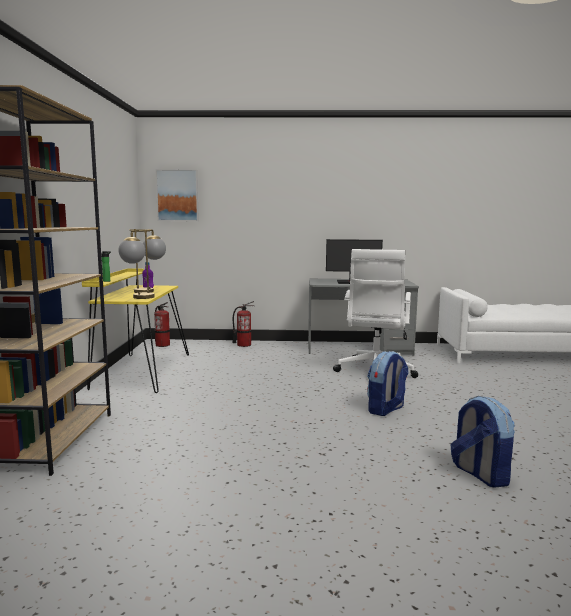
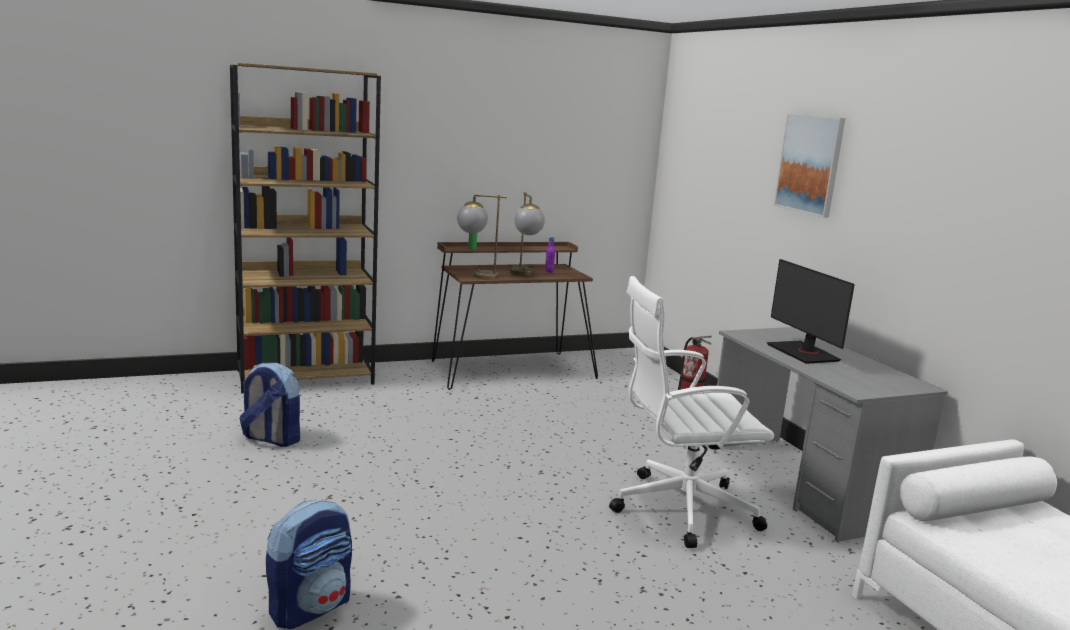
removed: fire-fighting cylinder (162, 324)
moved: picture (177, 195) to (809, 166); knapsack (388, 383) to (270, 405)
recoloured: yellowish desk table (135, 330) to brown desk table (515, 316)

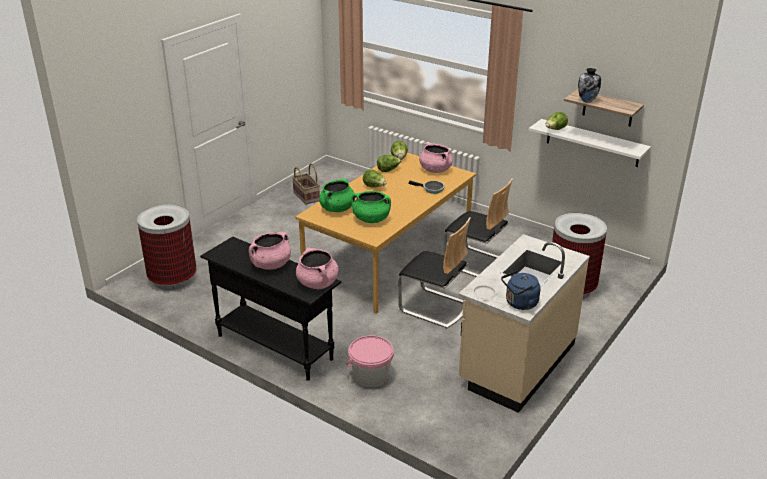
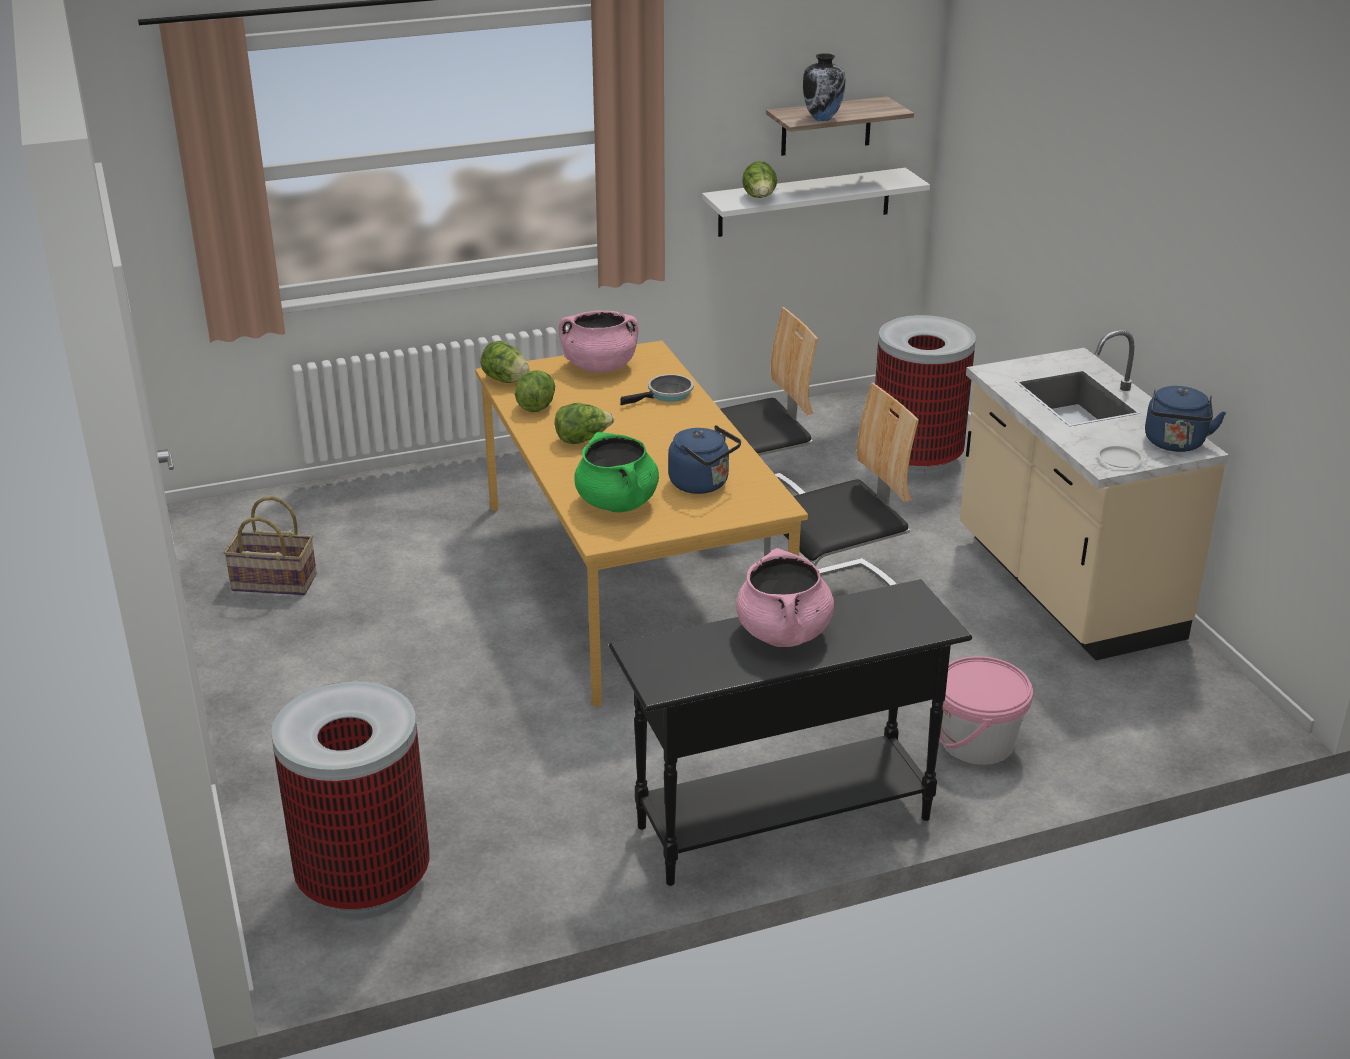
removed: pinkish saucepot (317, 268)
replaced: green saucepot (371, 207) to blue kettle (704, 459)

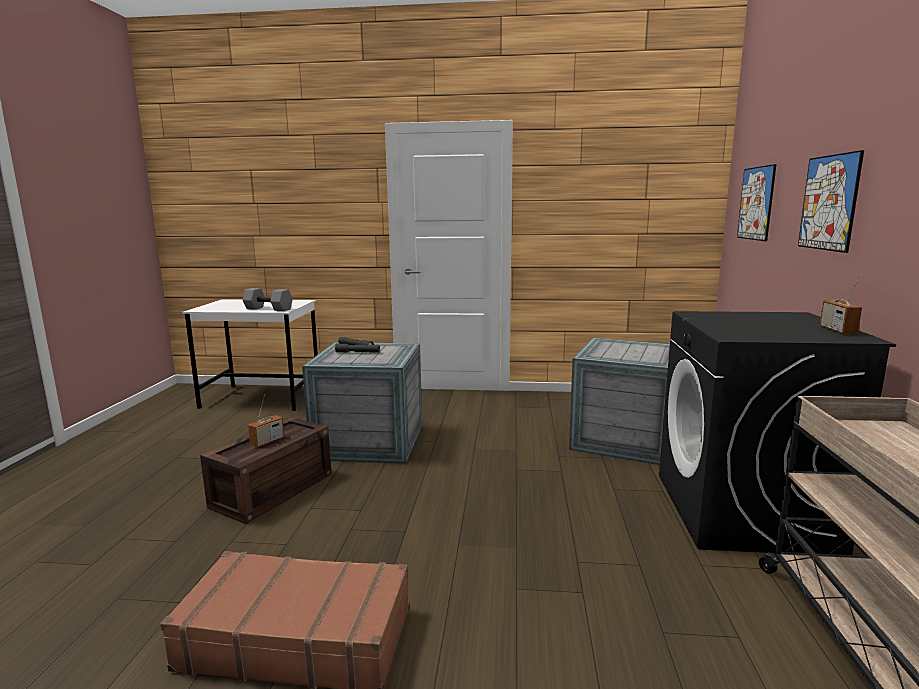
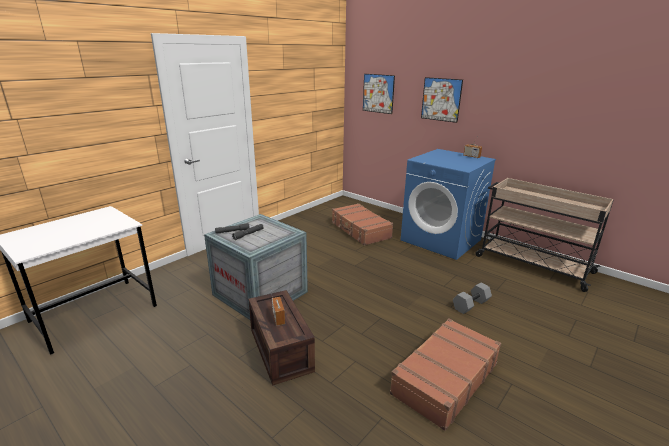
moved: grey hand weight (268, 299) to (472, 298)
replaced: crate (619, 401) to brown piece of luggage (362, 224)
recoloured: black-coloured laundry machine (777, 433) to blue laundry machine (448, 204)

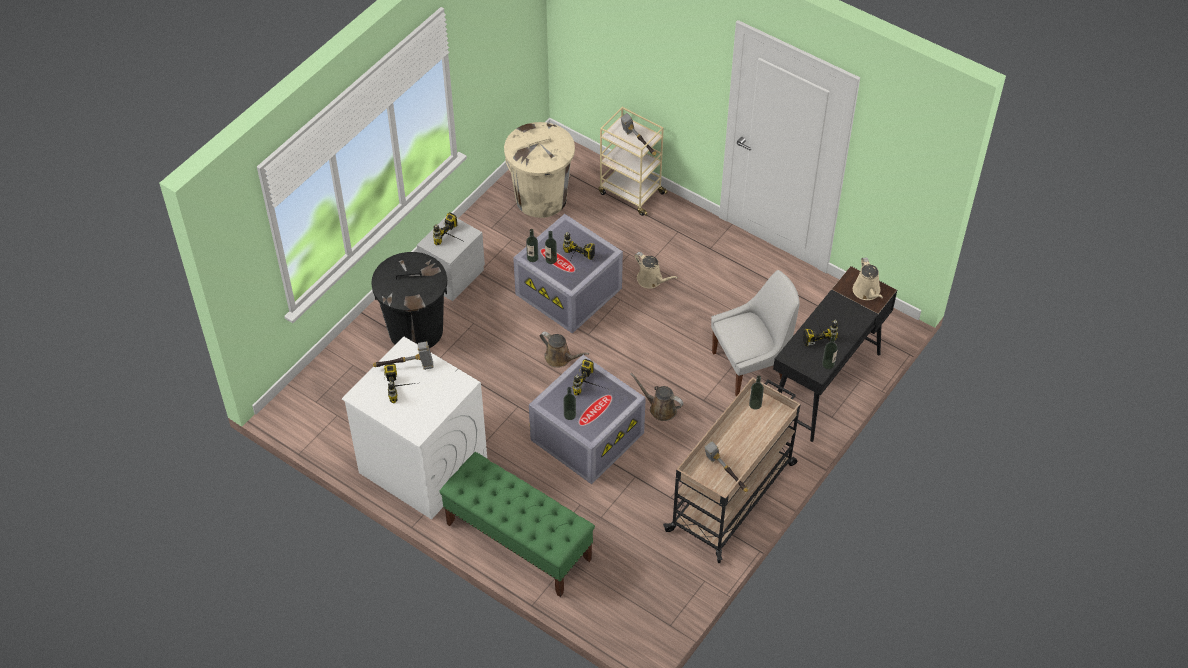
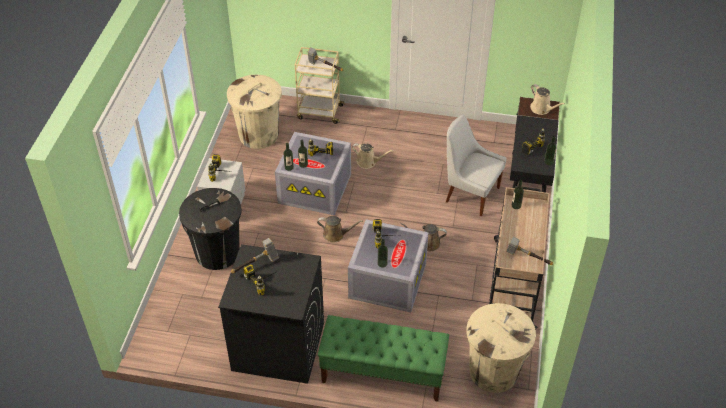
added: beige-coloured trash can (501, 348)
recoloured: white-coloured laundry machine (414, 428) to black-coloured laundry machine (271, 314)
turned: white-coloured plain chair (755, 333) = (476, 165) 105 degrees counterclockwise

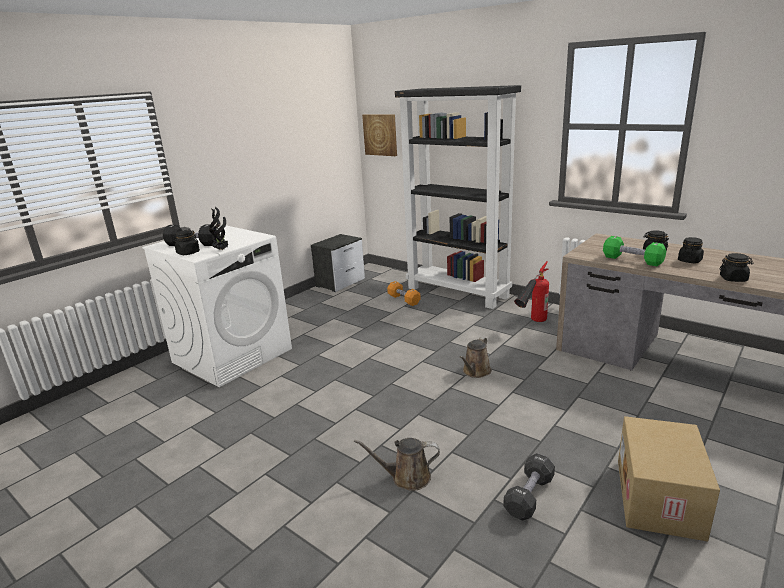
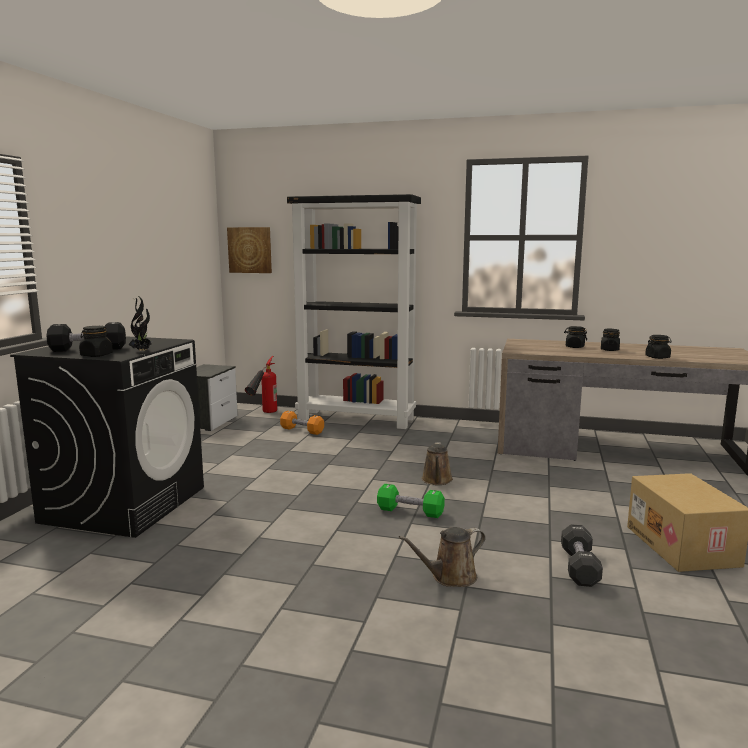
moved: fire-fighting cylinder (531, 291) to (261, 384); green hand weight (634, 251) to (411, 501)
recoloured: white-coloured laundry machine (217, 306) to black-coloured laundry machine (107, 437)

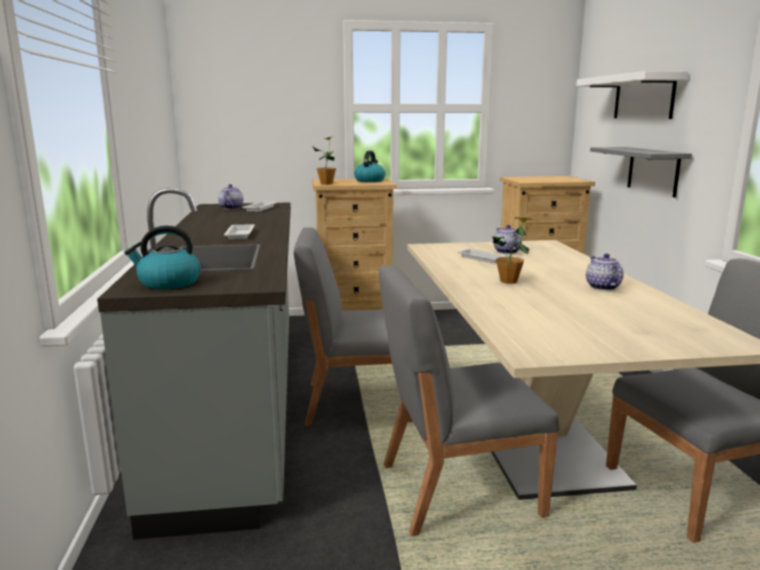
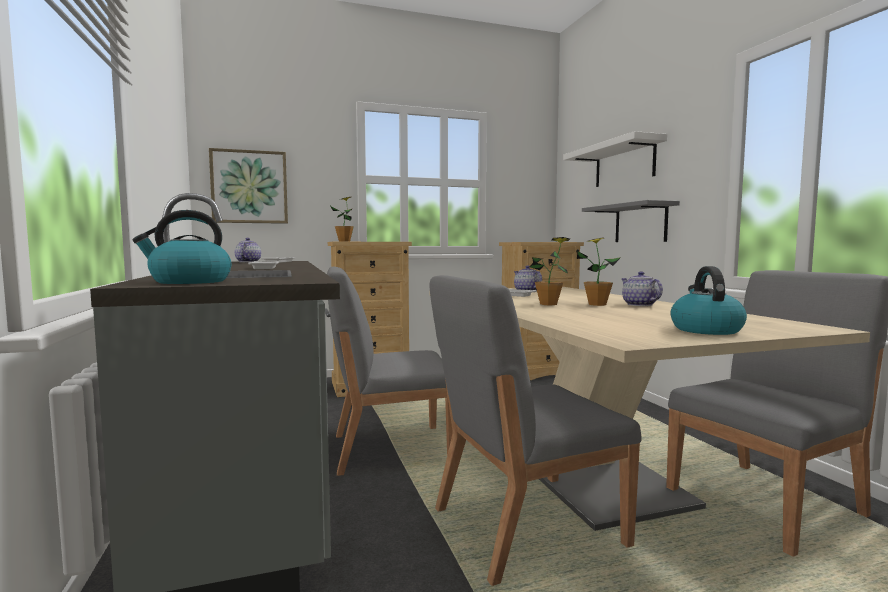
added: picture (248, 186); plant in a pot (599, 272)
moved: kettle (369, 166) to (708, 300)

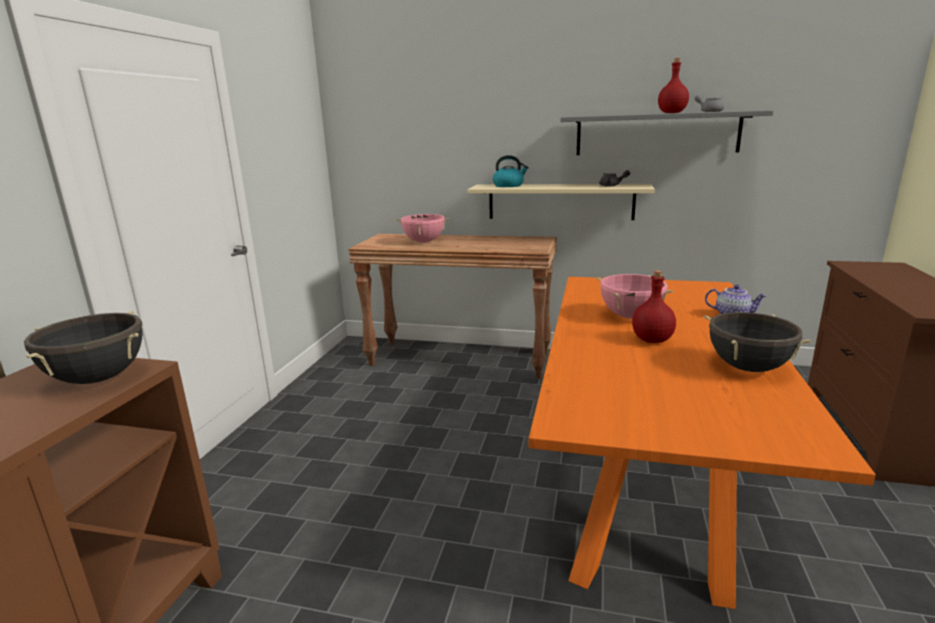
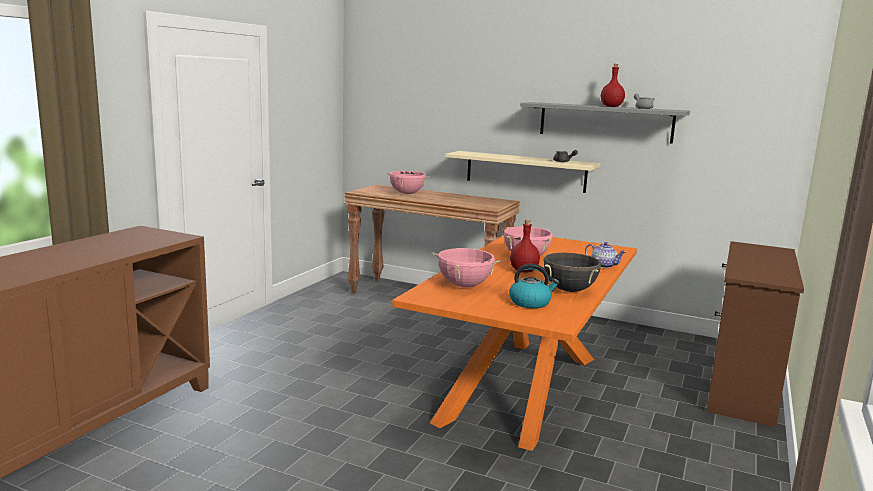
removed: black-coloured saucepot (83, 347)
added: pinkish saucepot (466, 267)
moved: kettle (511, 171) to (534, 286)

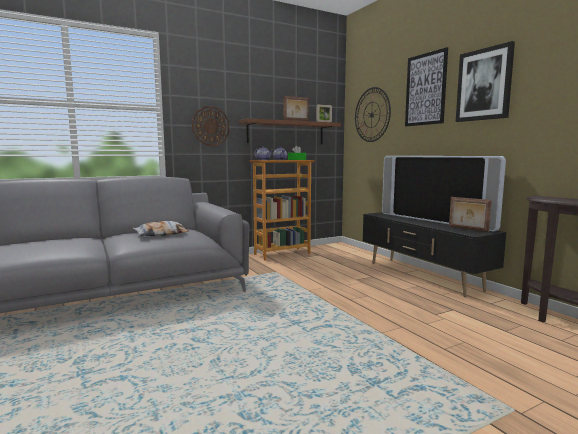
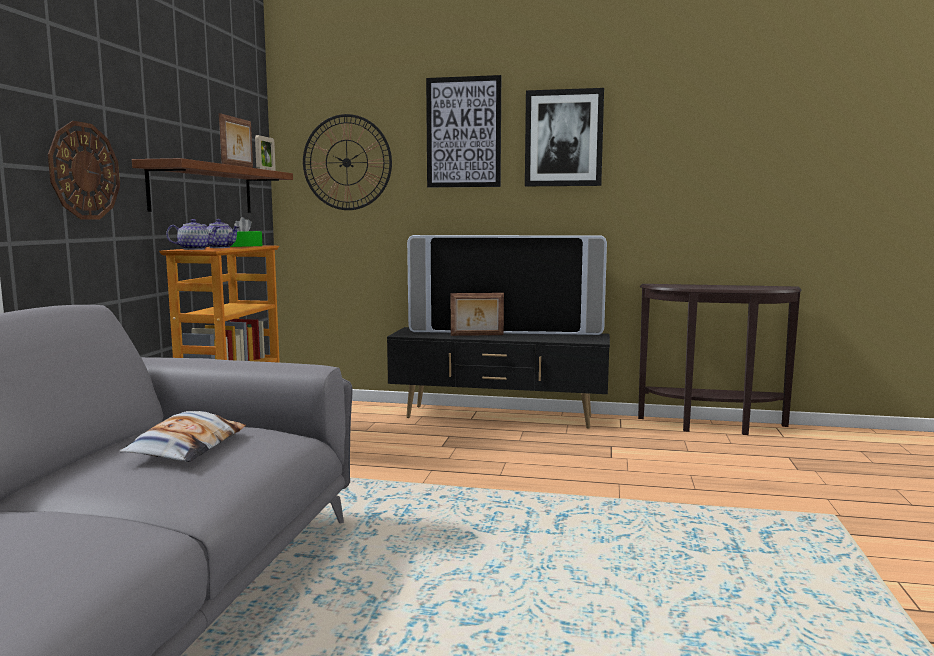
moved: picture frame (470, 214) to (477, 314)

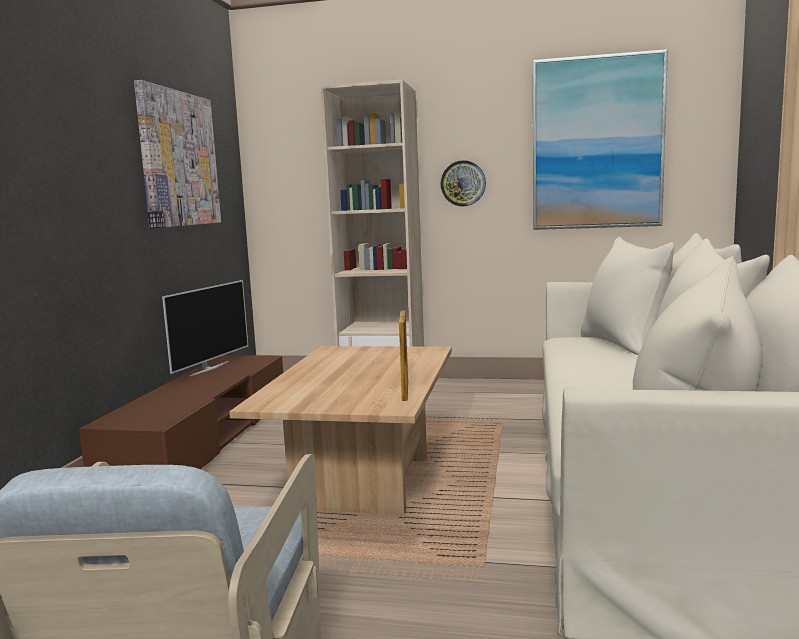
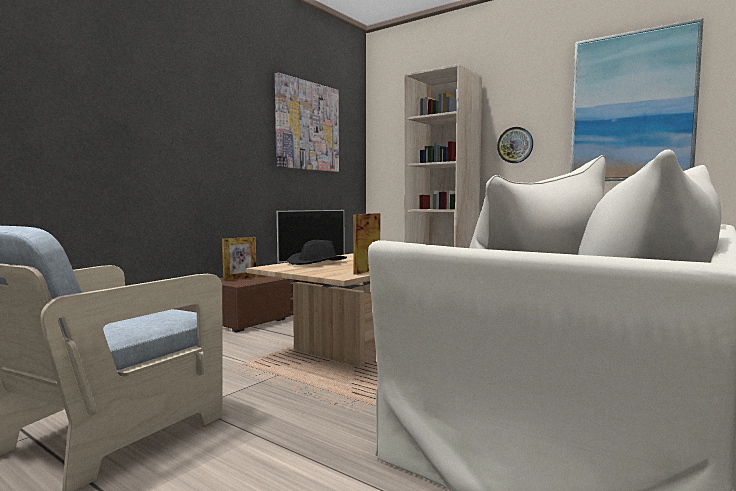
added: picture frame (239, 259); black-coloured wearable hat (317, 252)

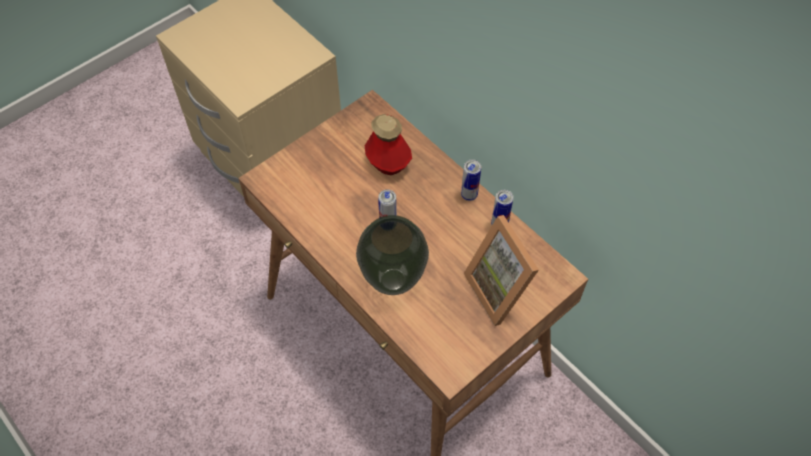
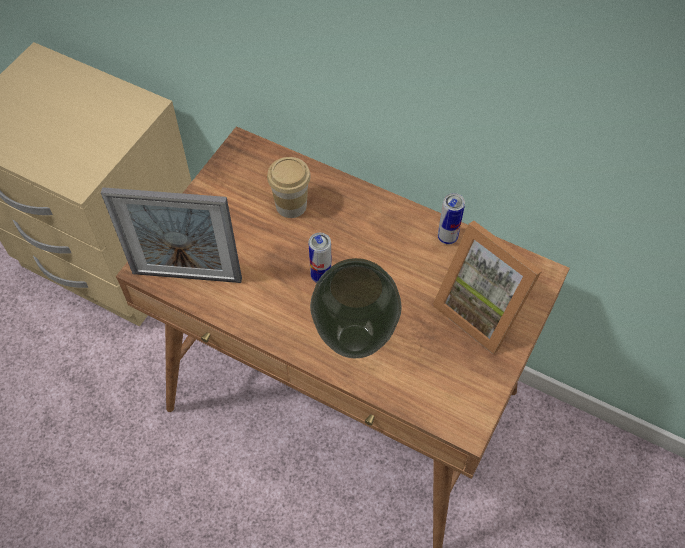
removed: can (471, 180)
added: picture frame (171, 235)
replaced: drink bottle (388, 144) to drinking cup (289, 187)

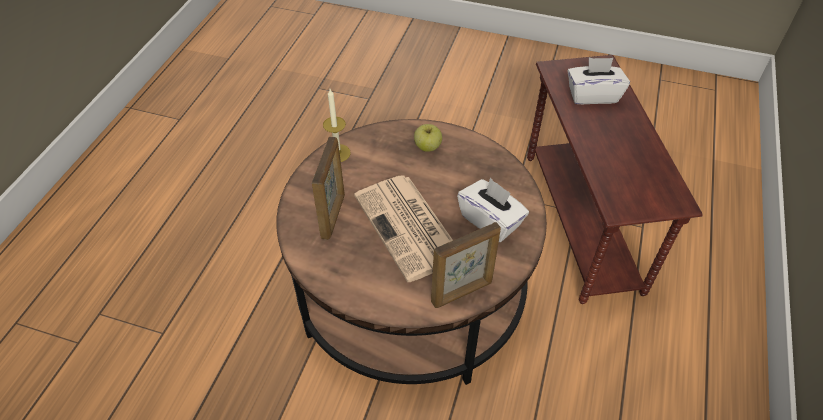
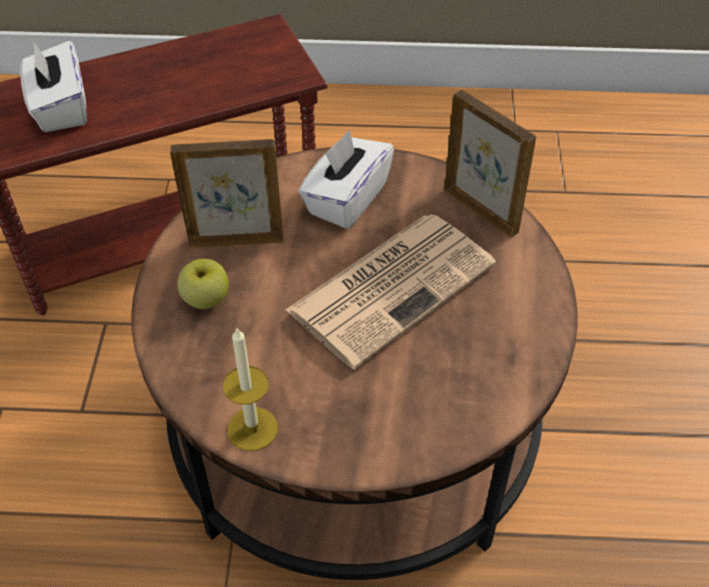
moved: picture frame (328, 188) to (227, 193)

